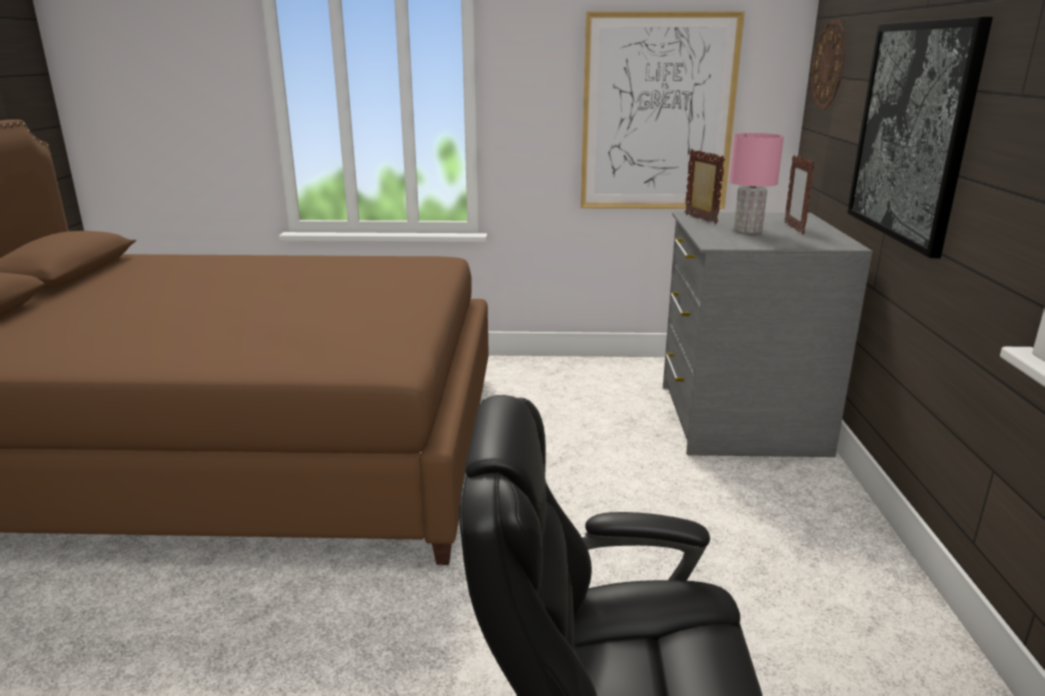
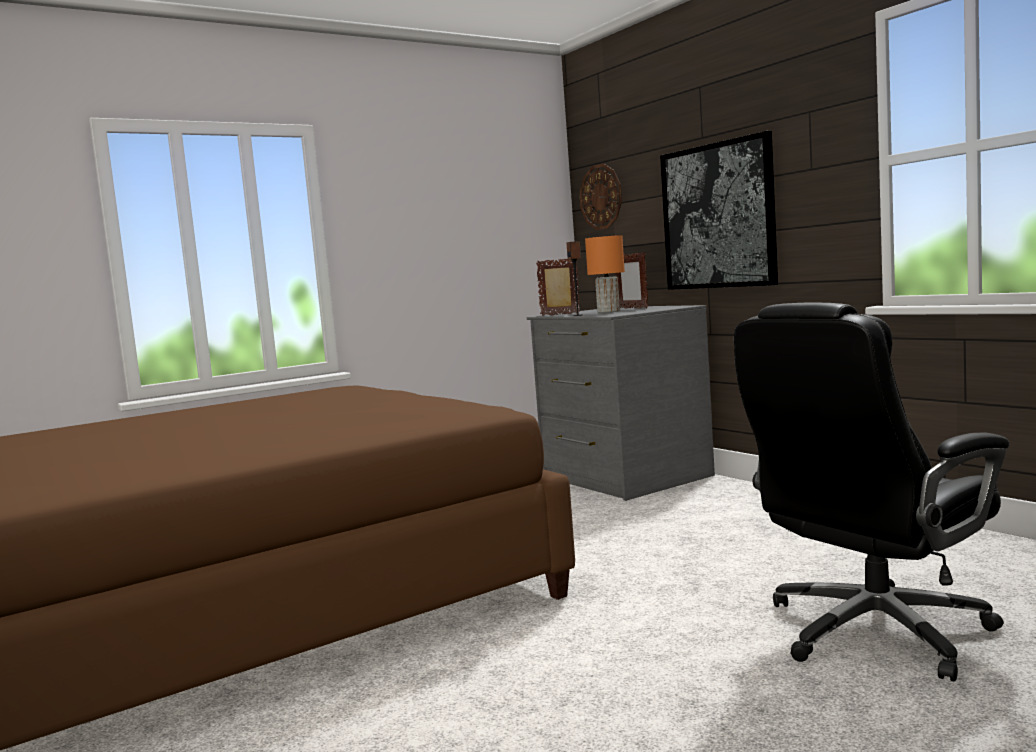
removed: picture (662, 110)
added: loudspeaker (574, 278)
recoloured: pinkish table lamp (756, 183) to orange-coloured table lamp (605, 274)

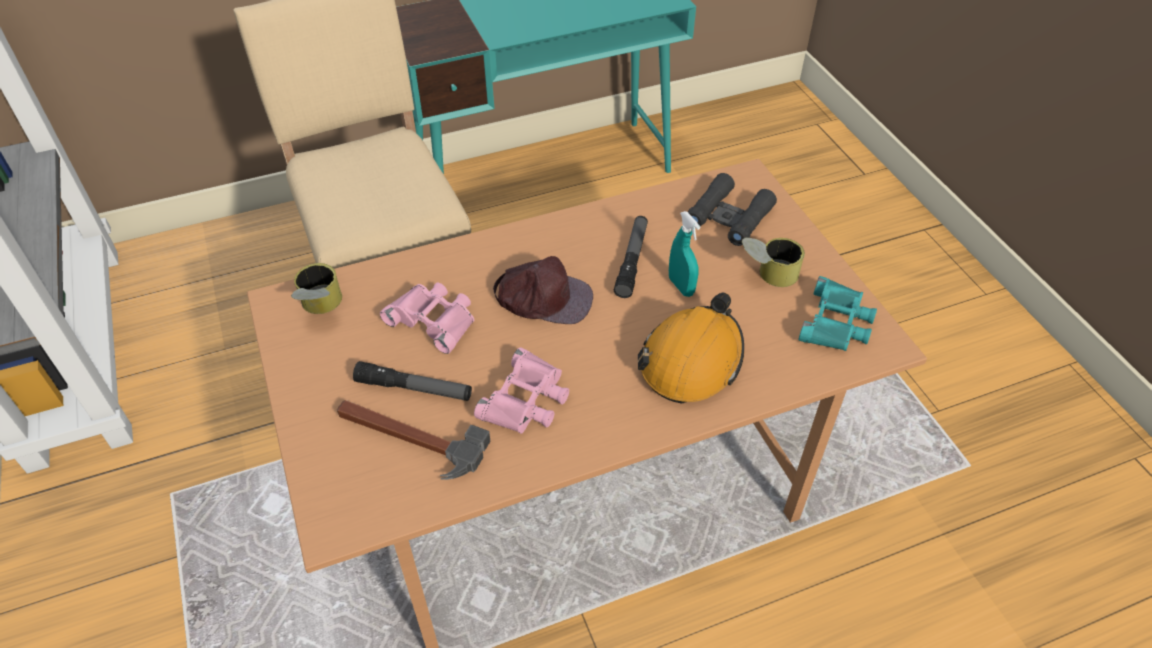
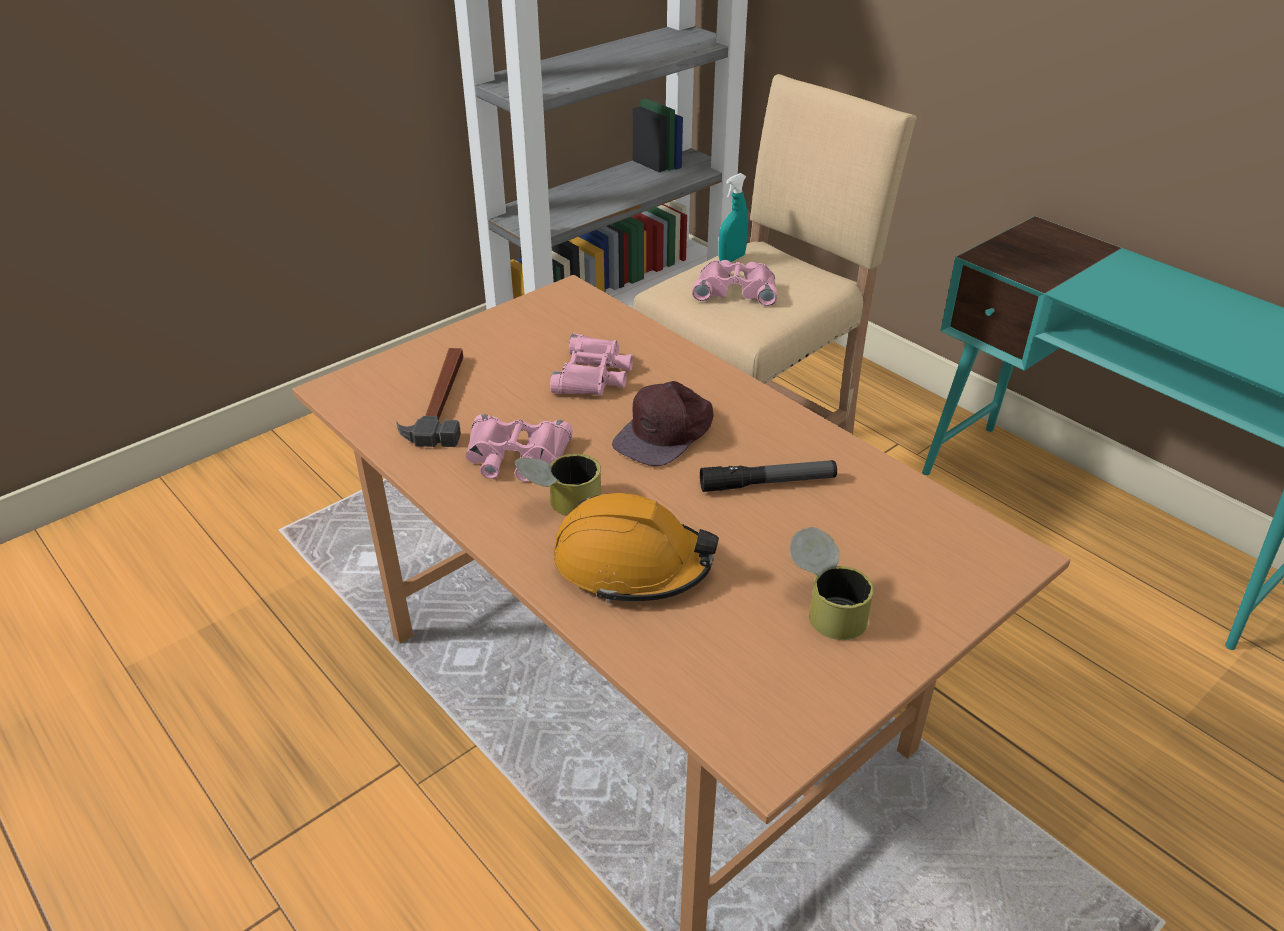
removed: hand torch (412, 381); black-coloured pair of binoculars (732, 209); blue-green pair of binoculars (837, 313)
added: pinkish pair of binoculars (735, 283)
moved: can (316, 288) to (558, 485); blue-green sprayer (684, 254) to (733, 217)
turned: brown baseball cap (543, 290) = (663, 423) 45 degrees clockwise

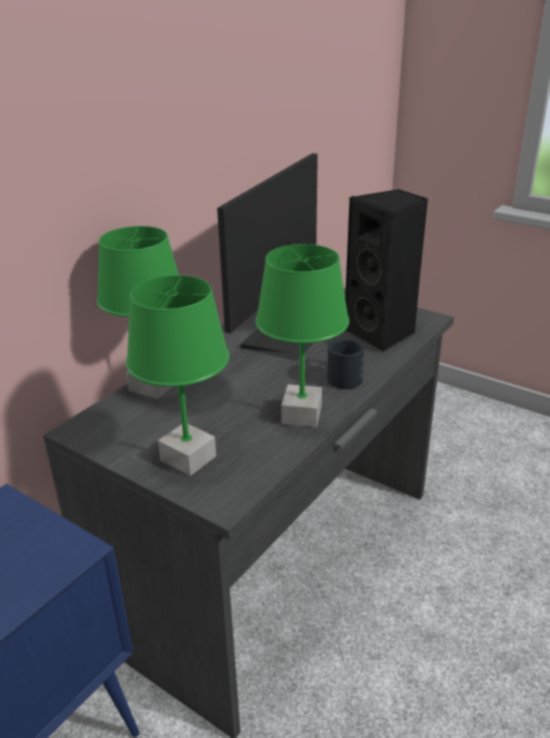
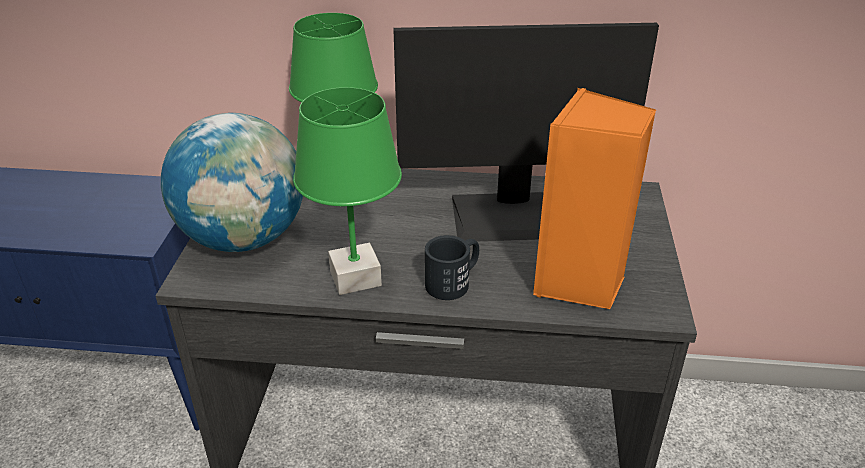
replaced: green table lamp (177, 375) to desk globe (232, 182)
recoloured: black-coloured loudspeaker (386, 270) to orange-coloured loudspeaker (594, 198)

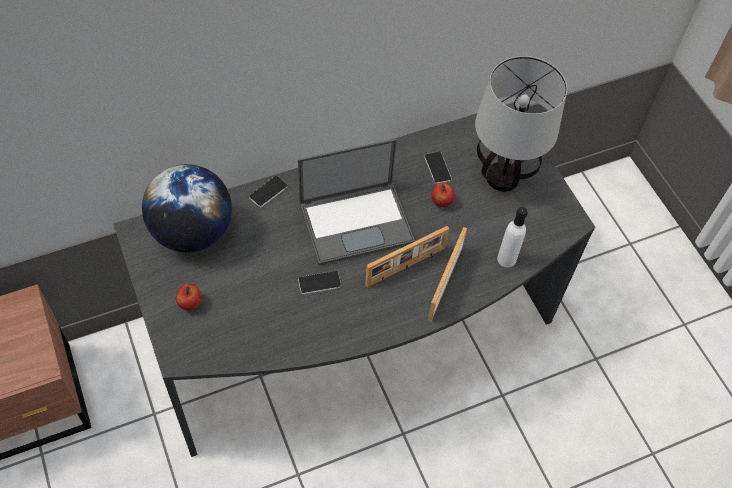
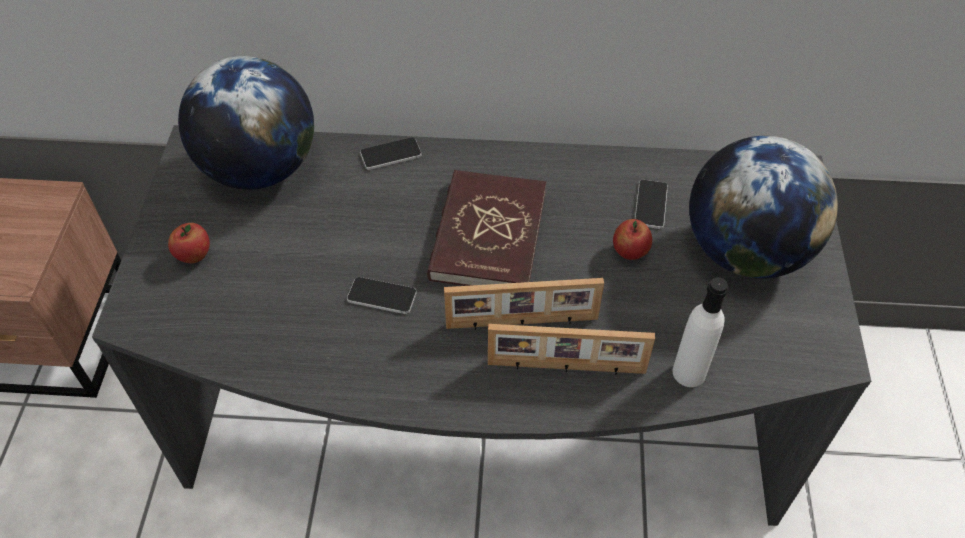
replaced: laptop (356, 202) to reddish book (486, 228); table lamp (521, 124) to desk globe (763, 207)
turned: picture frame (447, 274) = (571, 349) 135 degrees counterclockwise

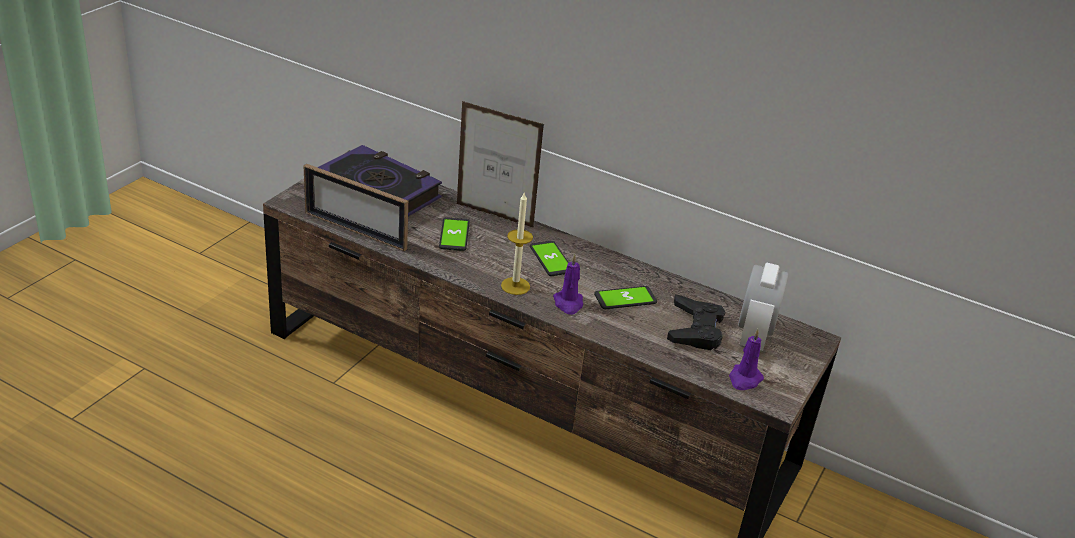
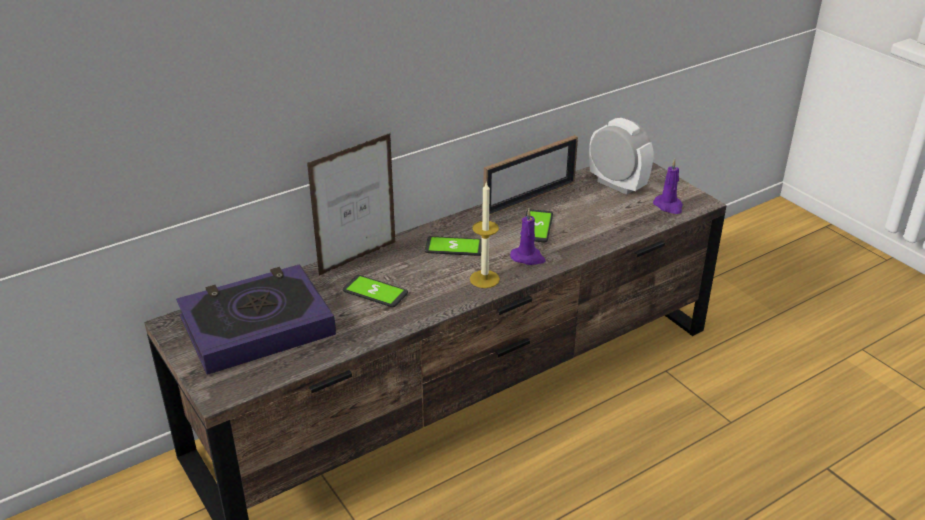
removed: black-coloured joypad (696, 322)
moved: picture frame (355, 207) to (530, 175)

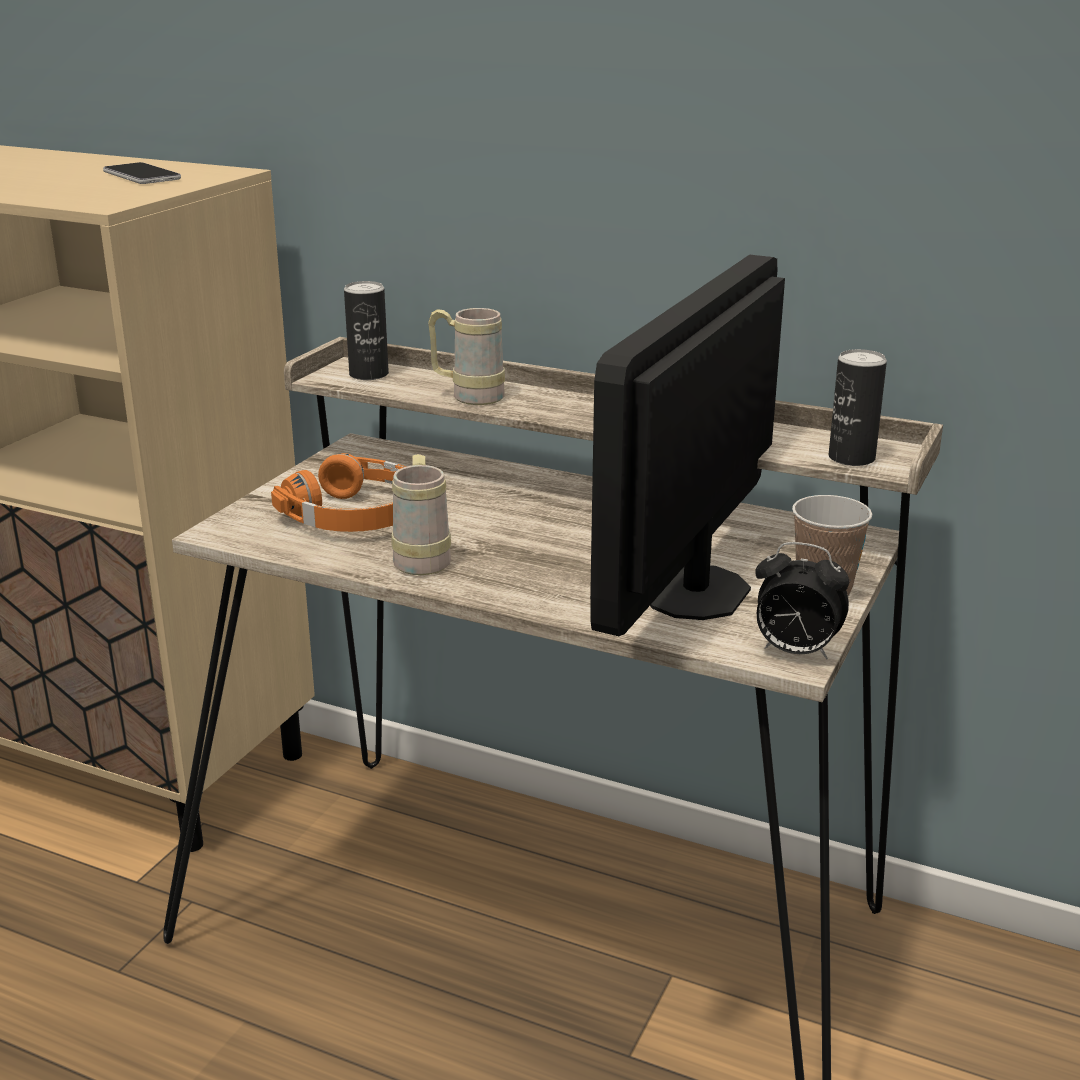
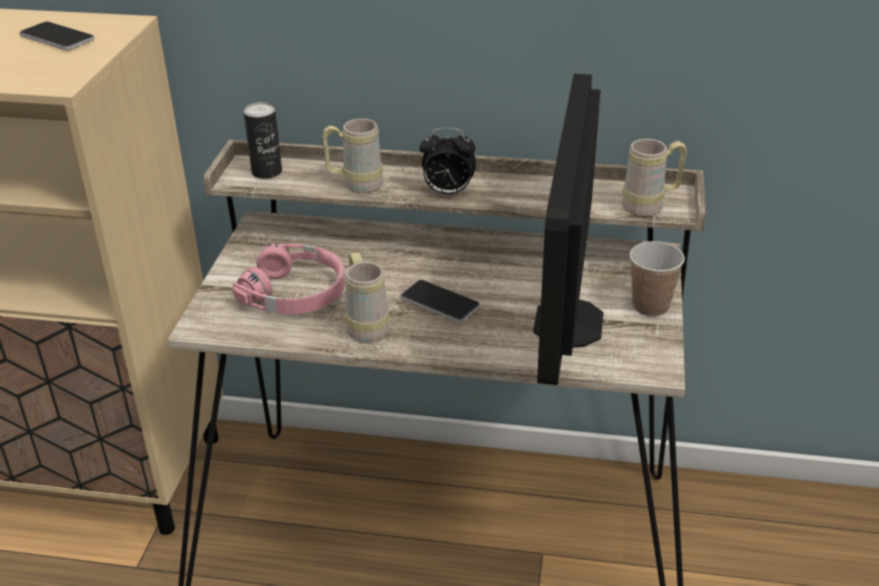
added: phone (440, 301)
moved: table clock (802, 600) to (447, 161)
replaced: can (858, 407) to beige-coloured mug (654, 177)
recoloured: orange-coloured headphones (338, 492) to pinkish headphones (289, 279)

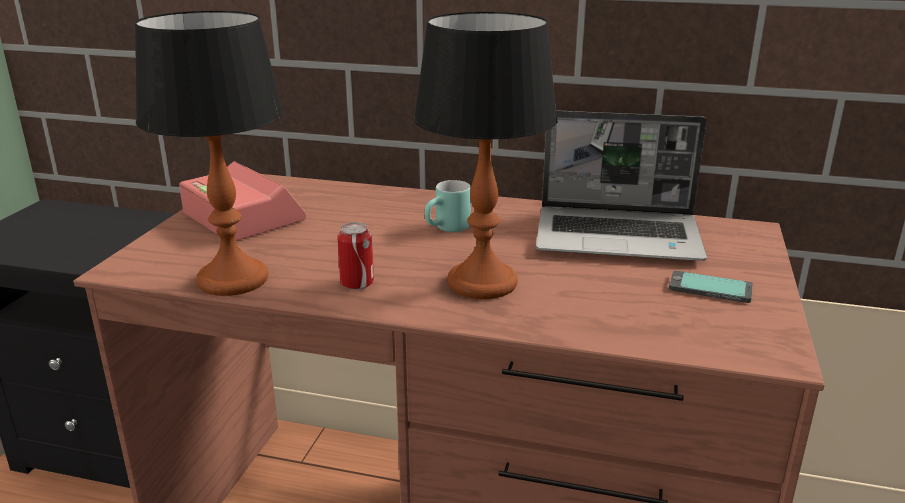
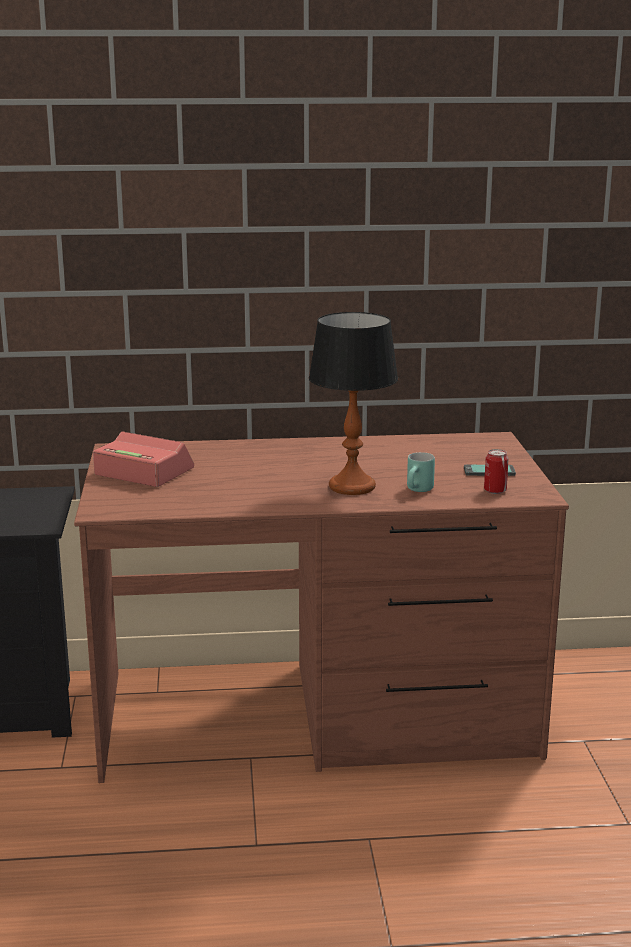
removed: table lamp (209, 153); laptop (621, 185)
moved: can (355, 256) to (496, 471); blue-green mug (447, 206) to (421, 472)

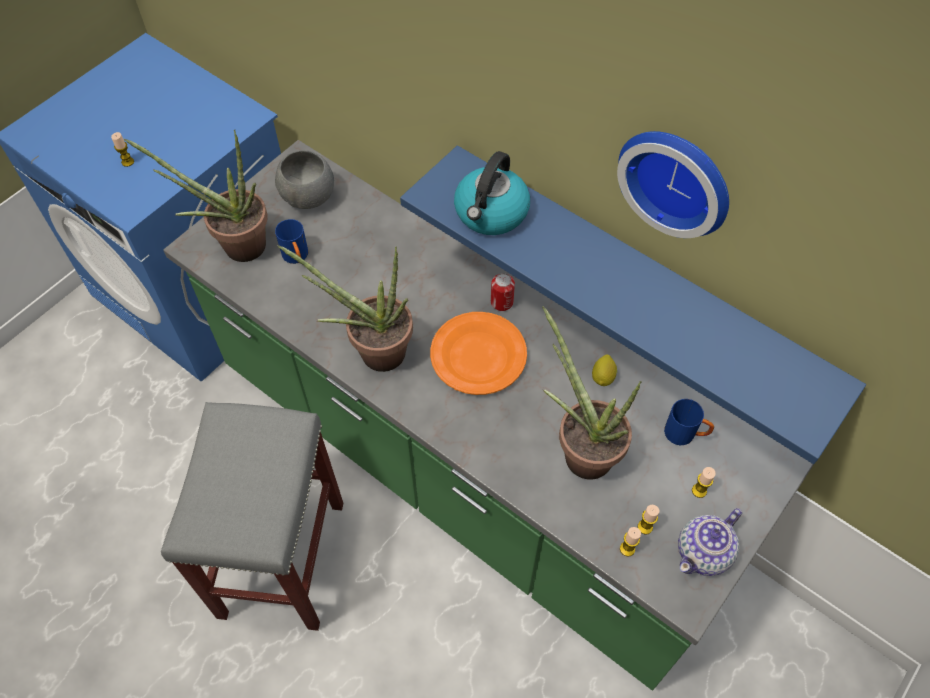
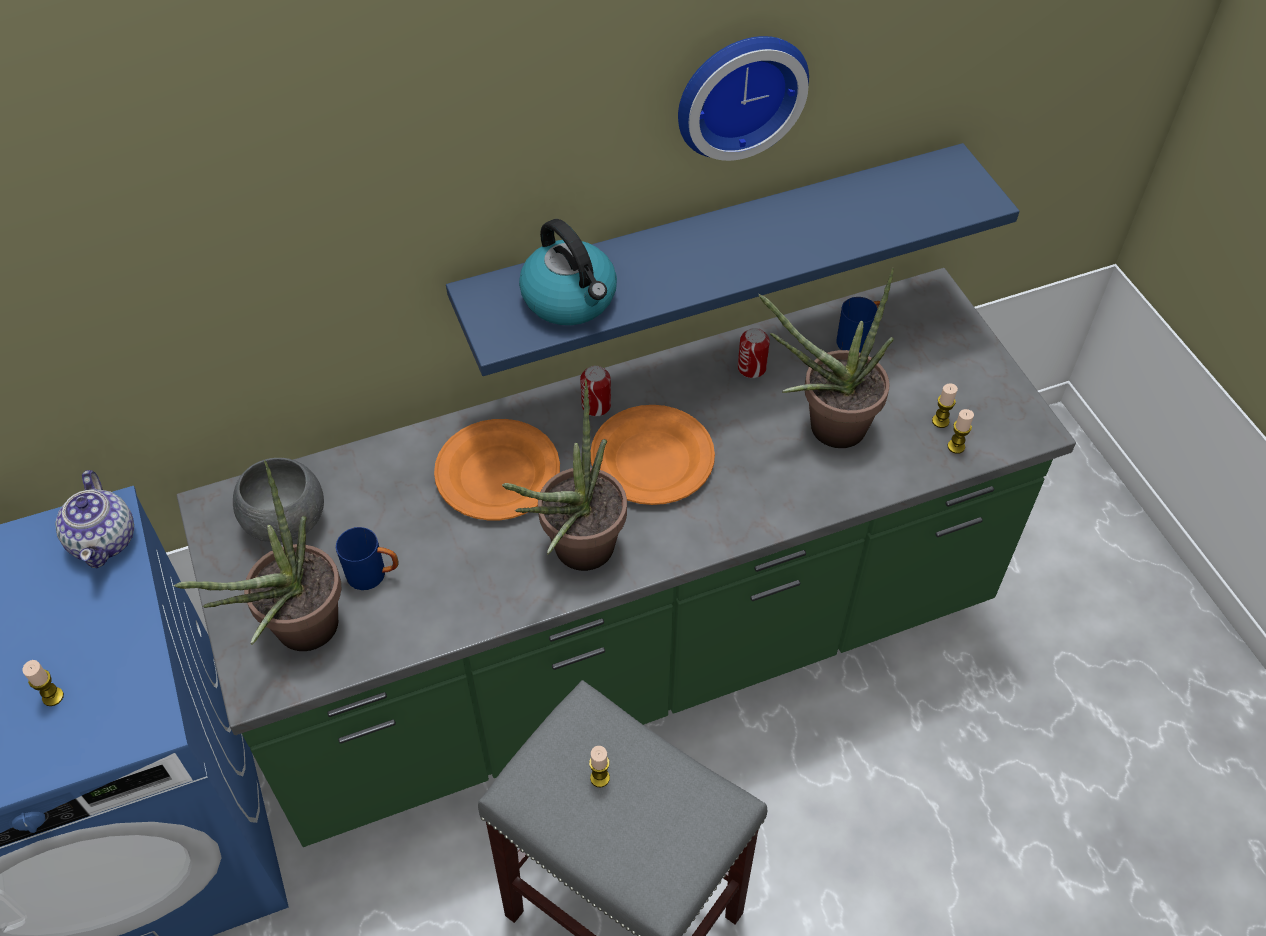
added: orange-coloured dinner plate (497, 469)
moved: teapot (710, 542) to (94, 519); candle (704, 482) to (599, 766)
replaced: lemon (604, 370) to can (754, 353)

